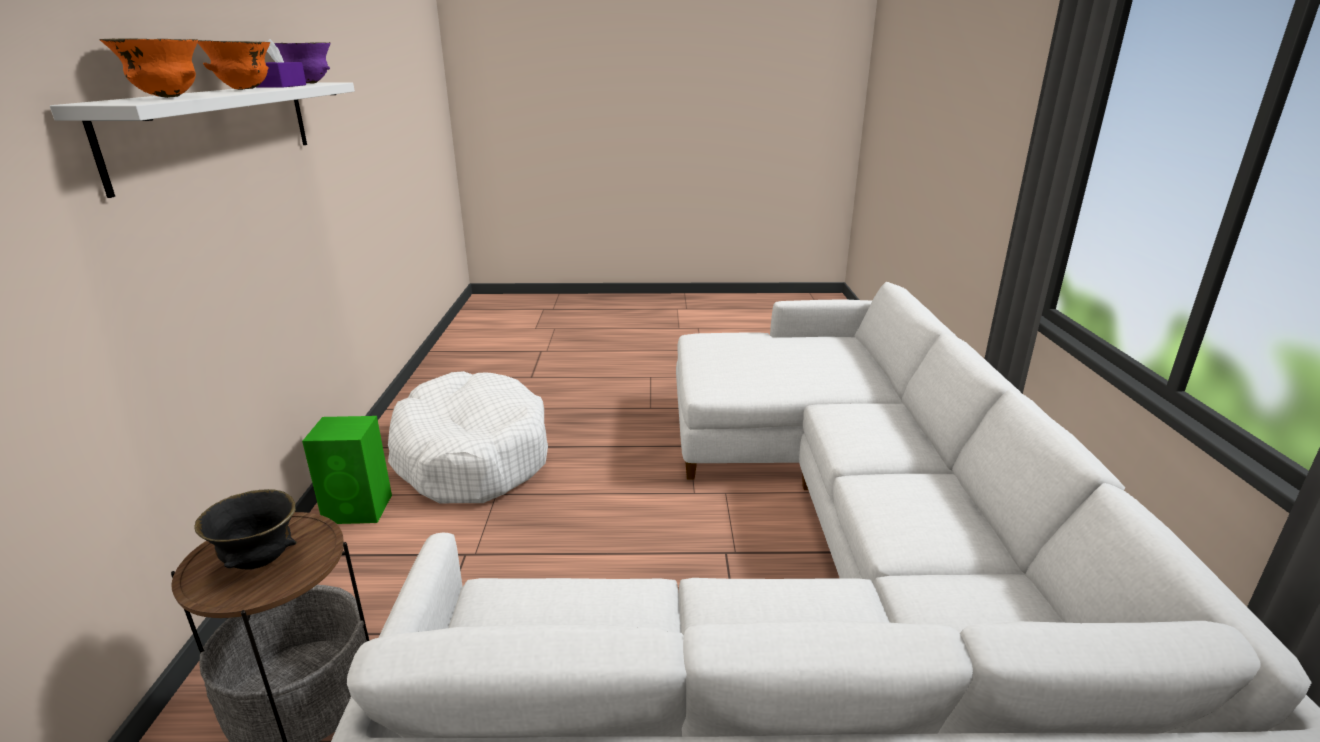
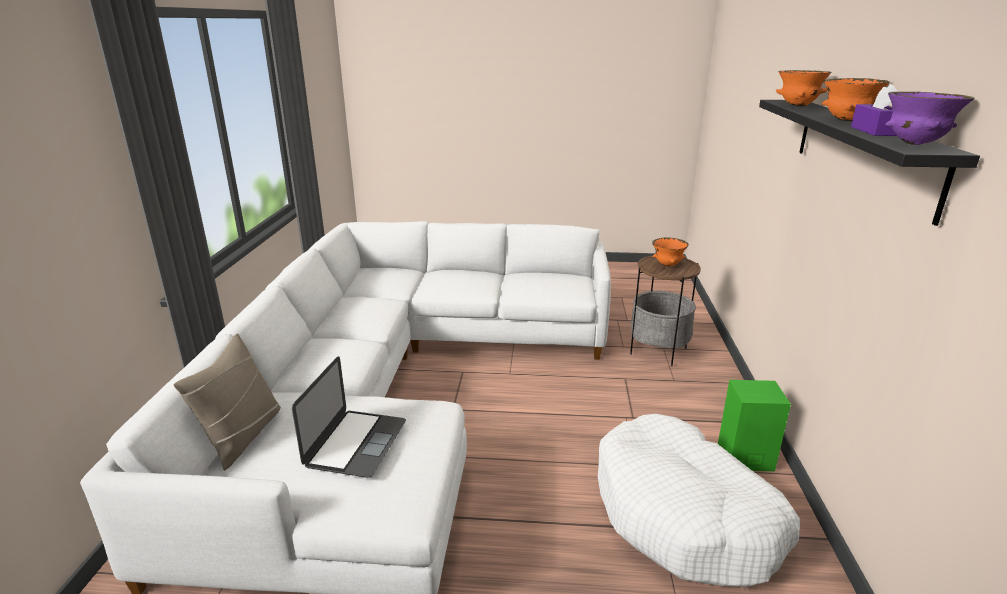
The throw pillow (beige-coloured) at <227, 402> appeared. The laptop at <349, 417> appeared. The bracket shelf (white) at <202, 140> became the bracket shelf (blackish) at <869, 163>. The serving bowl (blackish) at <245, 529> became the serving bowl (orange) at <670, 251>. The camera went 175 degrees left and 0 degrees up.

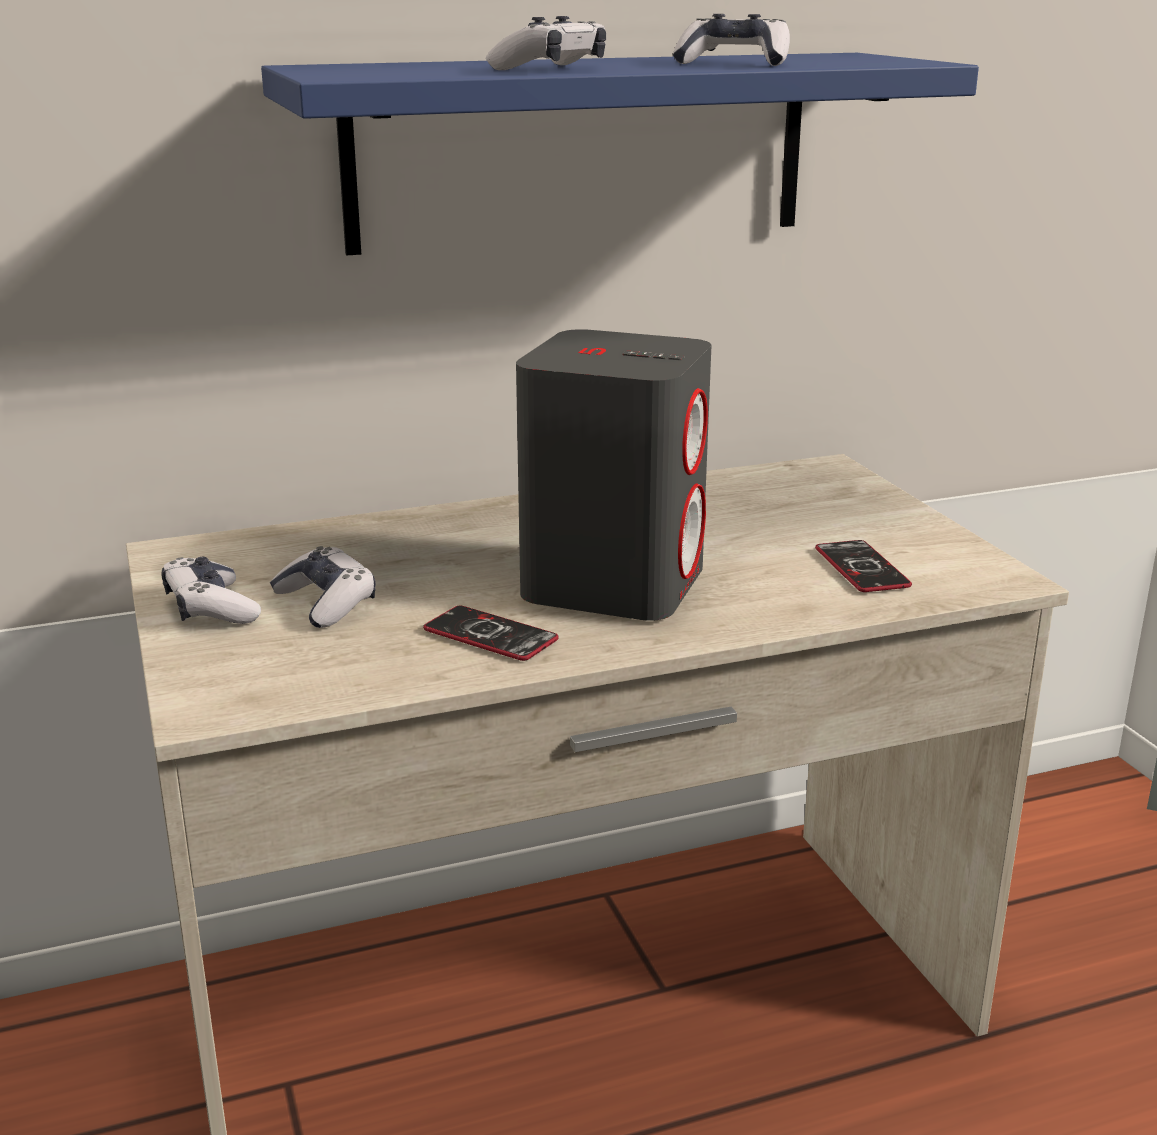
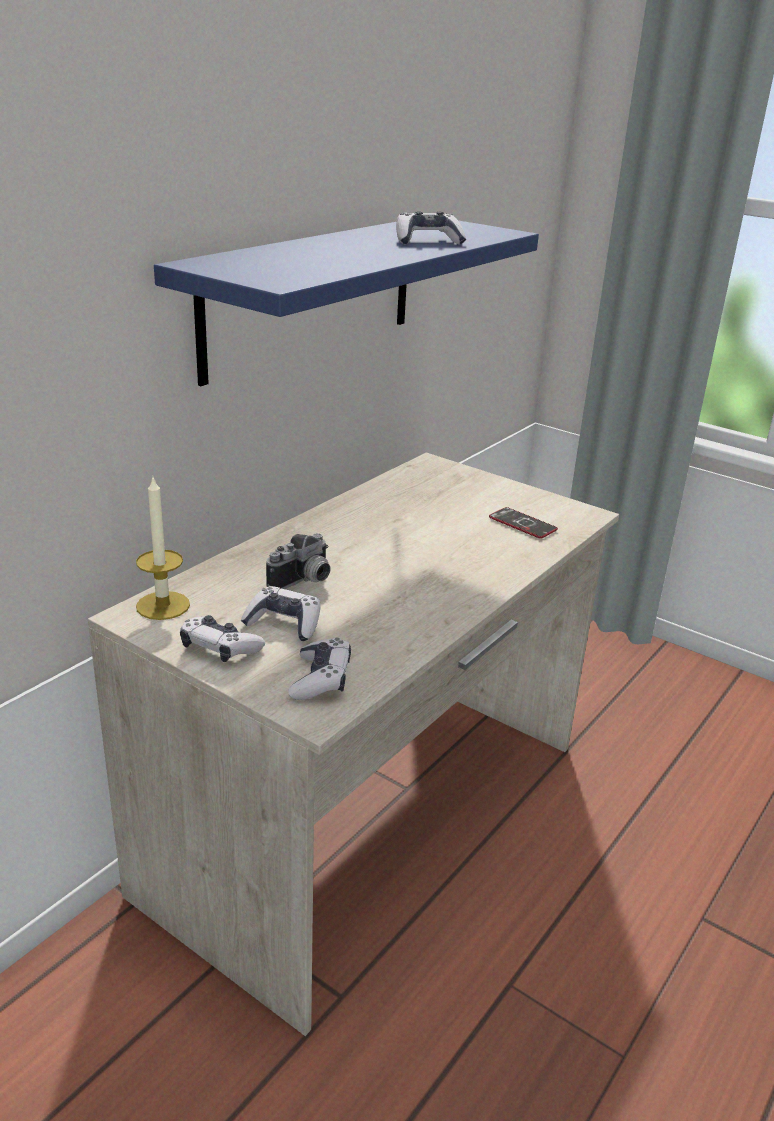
The handset at <491, 633> disappeared. The loudspeaker (grey) at <613, 475> disappeared. The wax light at <163, 547> appeared. The photo camera at <298, 561> appeared. The game controller moved from <546, 43> to <319, 669>. The camera went 35 degrees left and 5 degrees up.

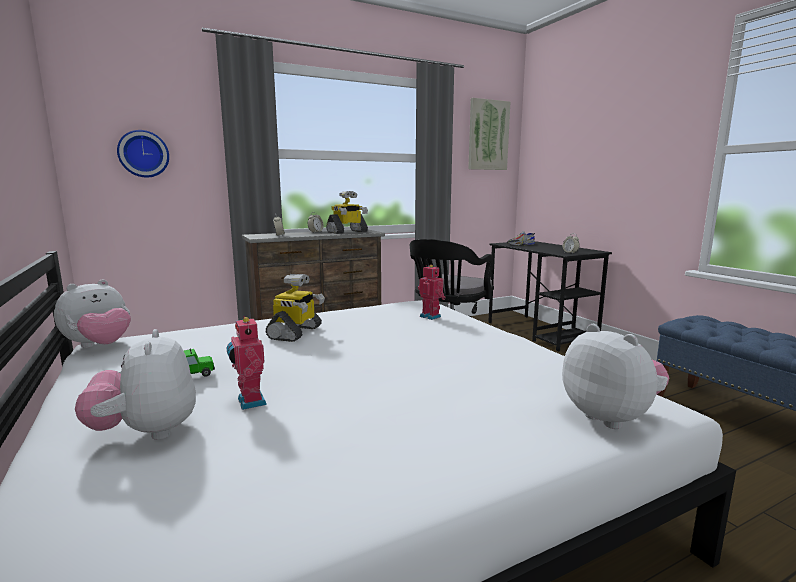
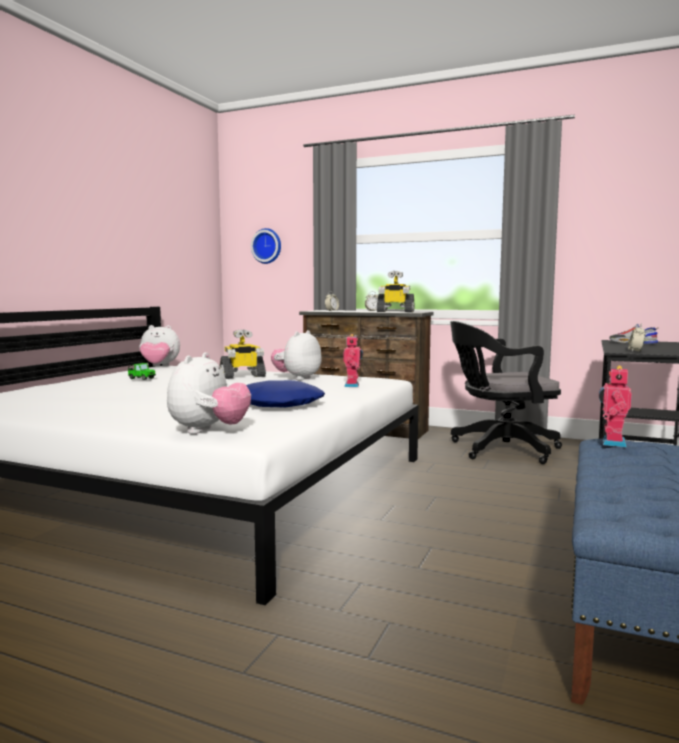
The wall picture at <489, 134> disappeared. The throw pillow (blue) at <285, 393> appeared. The plush toy moved from <135, 384> to <296, 355>. The model robot moved from <247, 363> to <615, 406>. The camera went 50 degrees right and 5 degrees down.

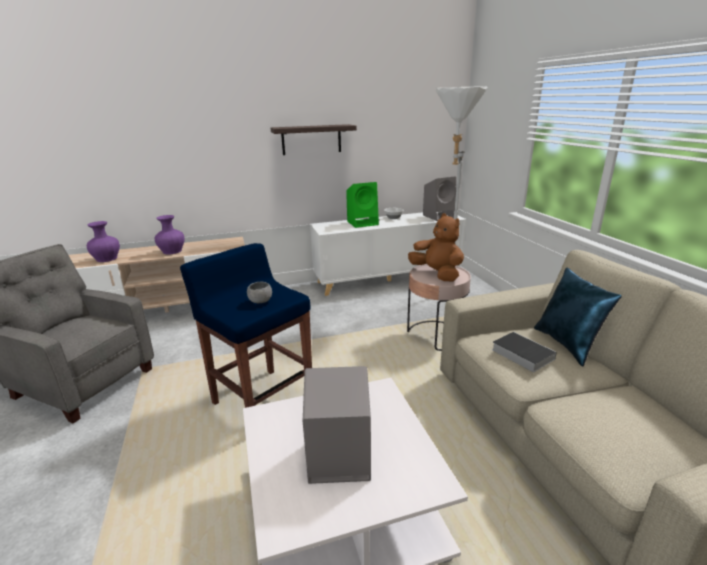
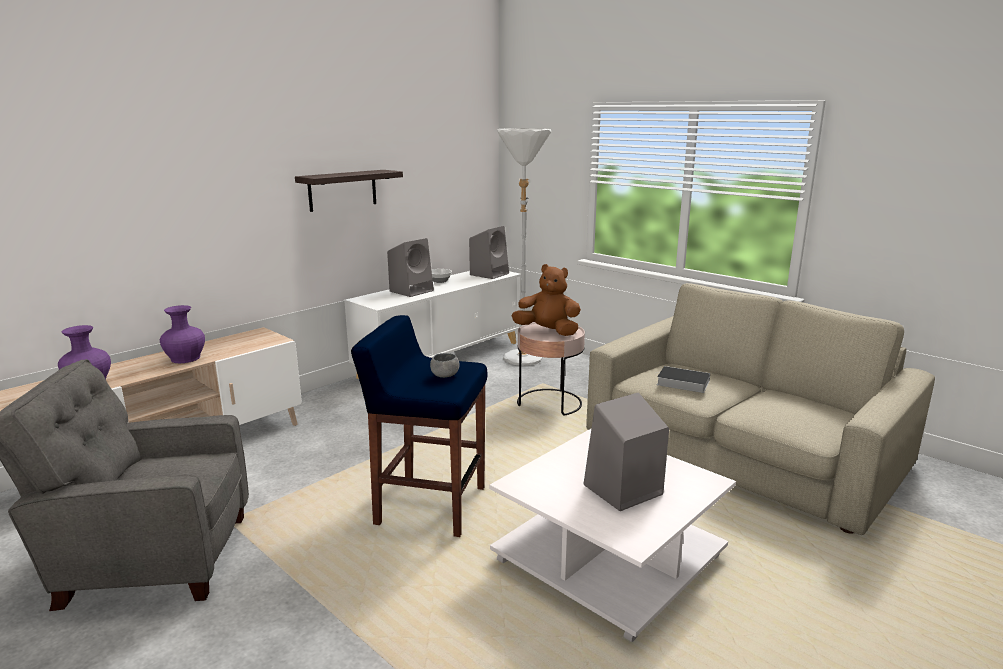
The throw pillow (blue) at <578, 317> disappeared. The loudspeaker (green) at <362, 205> became the loudspeaker (grey) at <410, 267>. The camera went 30 degrees left and 5 degrees down.

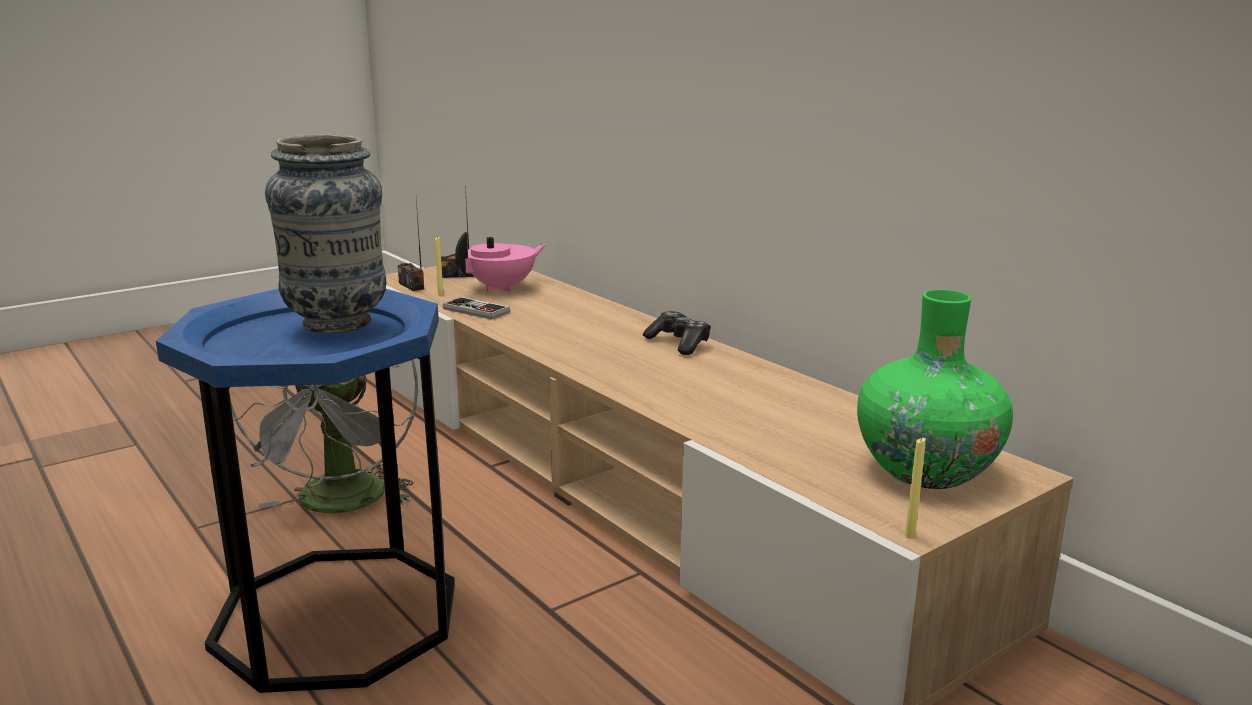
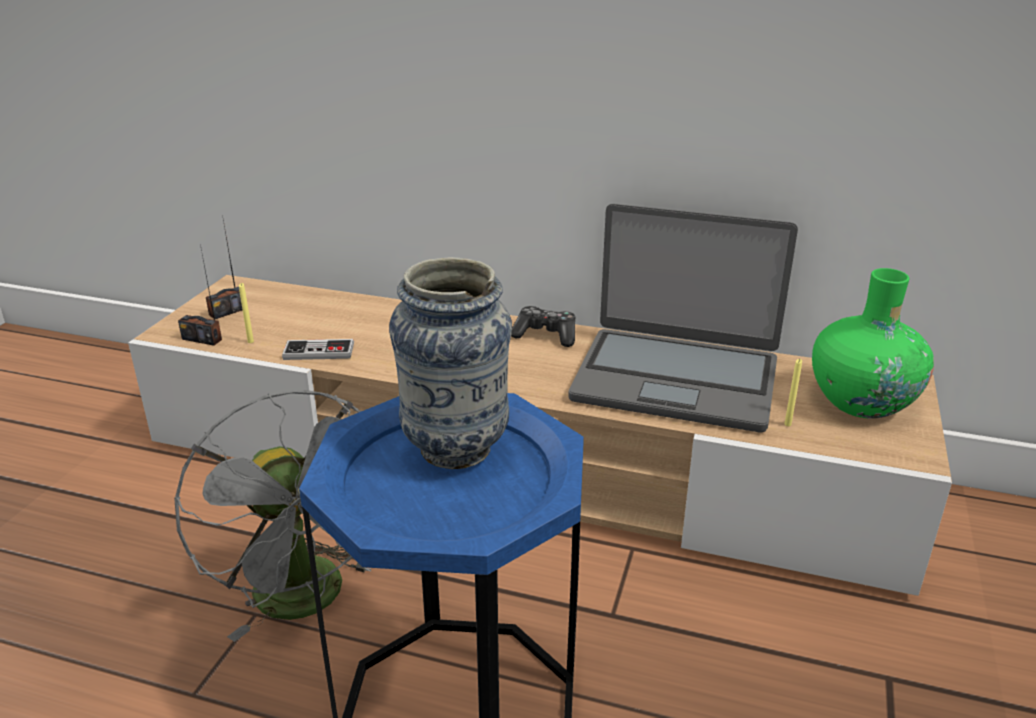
The tea pot (pinkish) at <500, 262> disappeared. The laptop at <683, 318> appeared. The wax light (yellowish) moved from <915, 488> to <793, 392>. The camera went 35 degrees left and 10 degrees up.

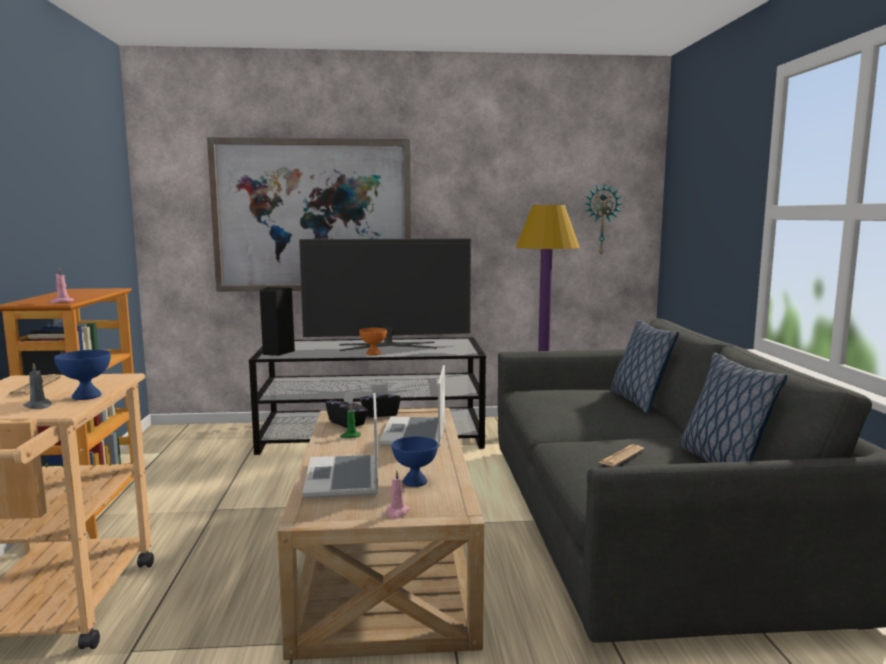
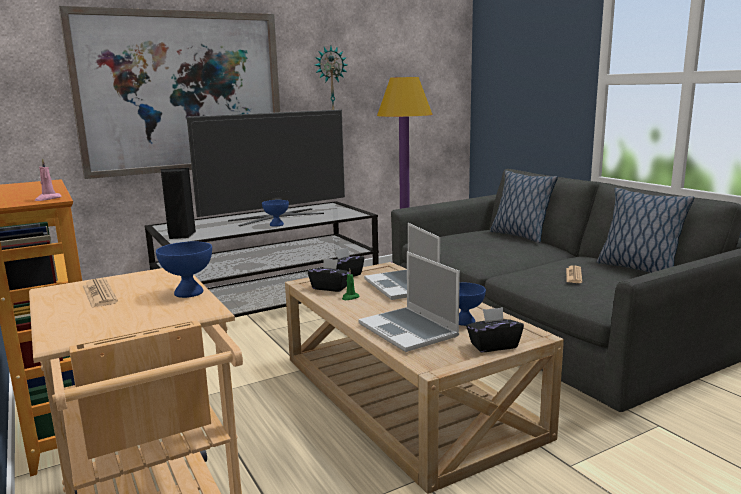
The wax light (grey) at <37, 385> disappeared. The clock on the wall moved from <603, 219> to <331, 78>. The wax light (pinkish) at <398, 495> was replaced by the box of tissues (blackish) at <495, 329>. The serving bowl (orange) at <373, 341> became the serving bowl (blue) at <275, 213>. The camera went 25 degrees left and 5 degrees up.

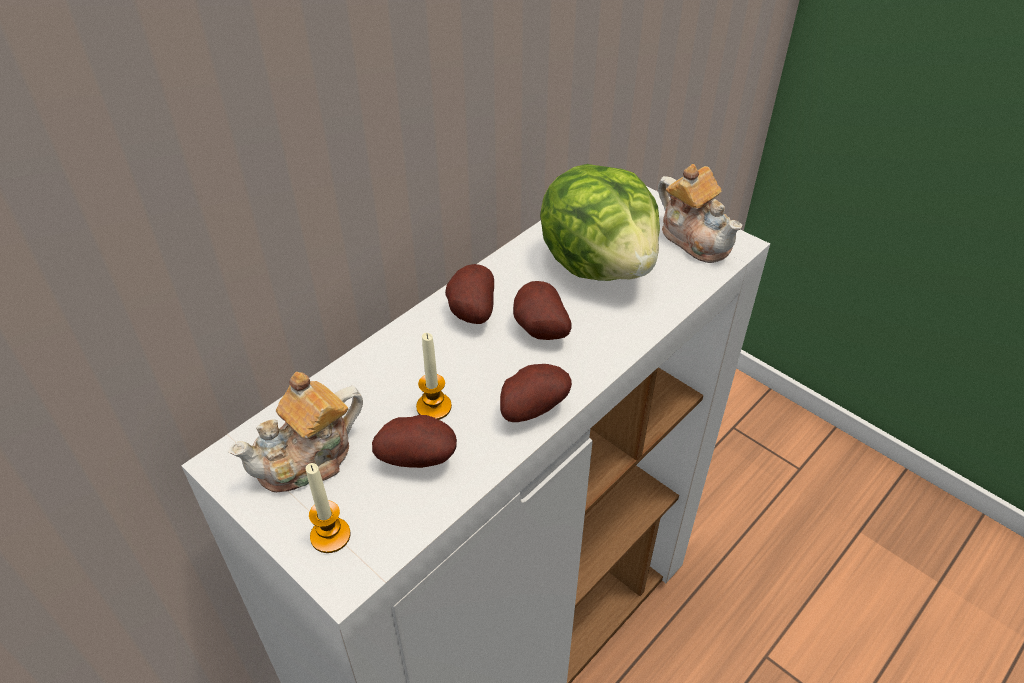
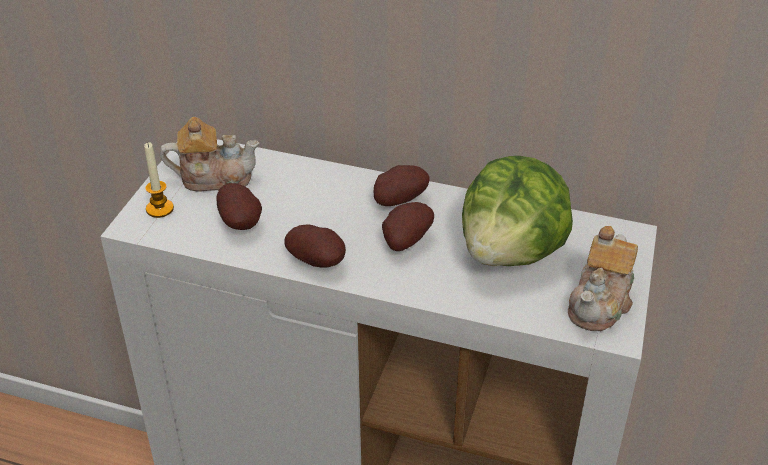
The wax light at <434, 376> disappeared. The tea pot at <295, 432> turned 150 degrees clockwise. The camera went 65 degrees right and 5 degrees down.

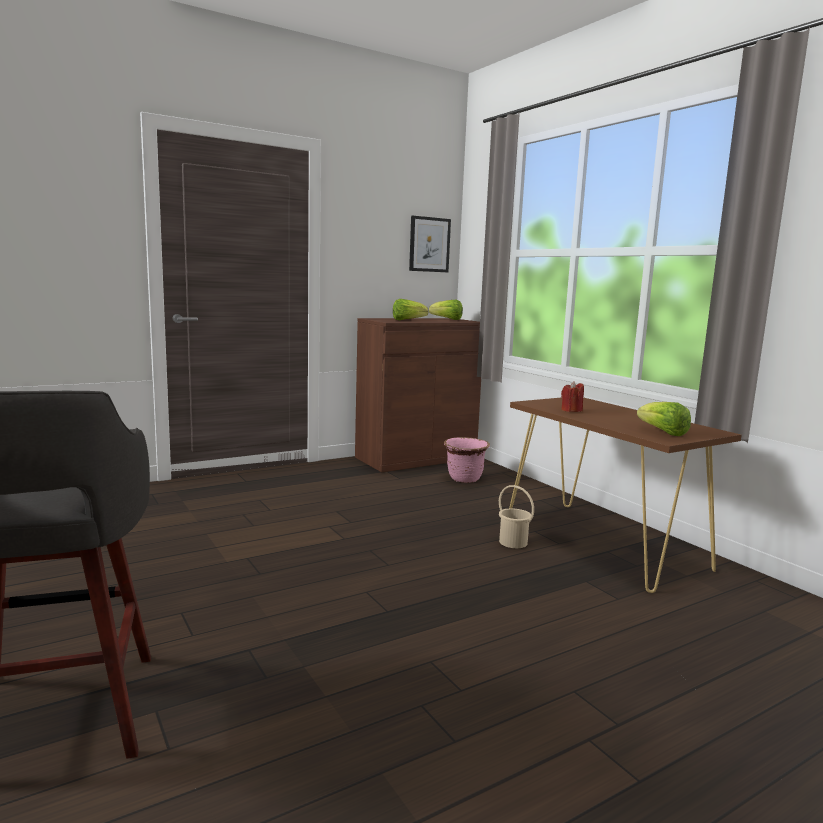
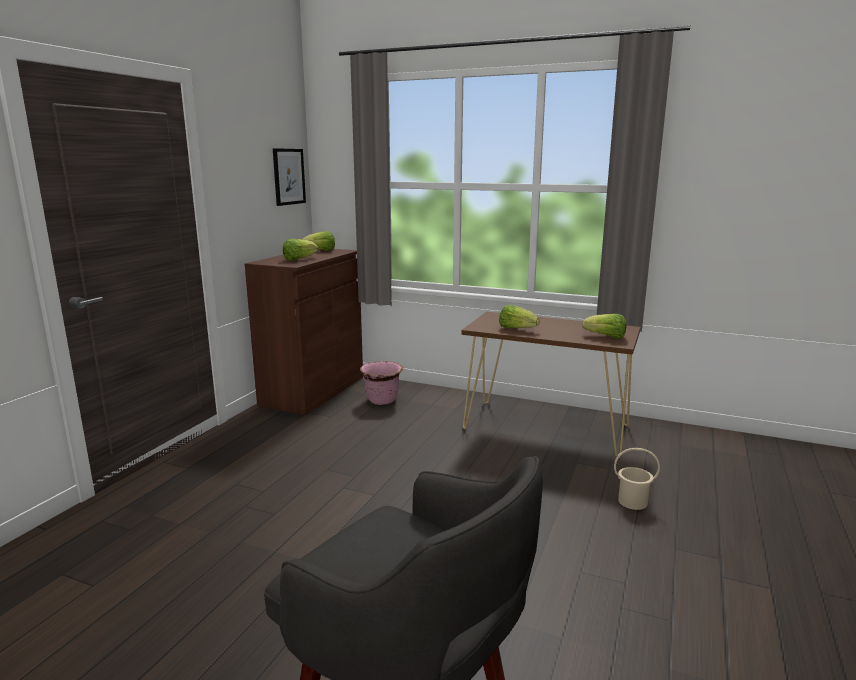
The pail (beige-coloured) moved from <516, 516> to <637, 479>. The wax light (red-coloured) at <572, 396> was replaced by the head of lettuce at <519, 316>. The camera went 35 degrees left and 5 degrees up.

